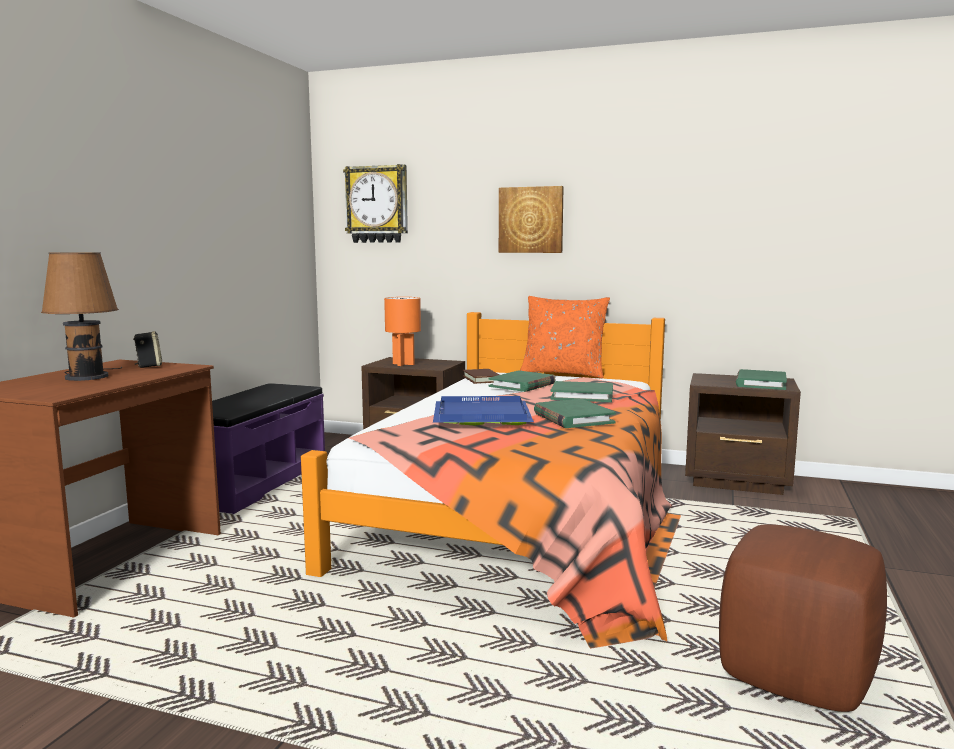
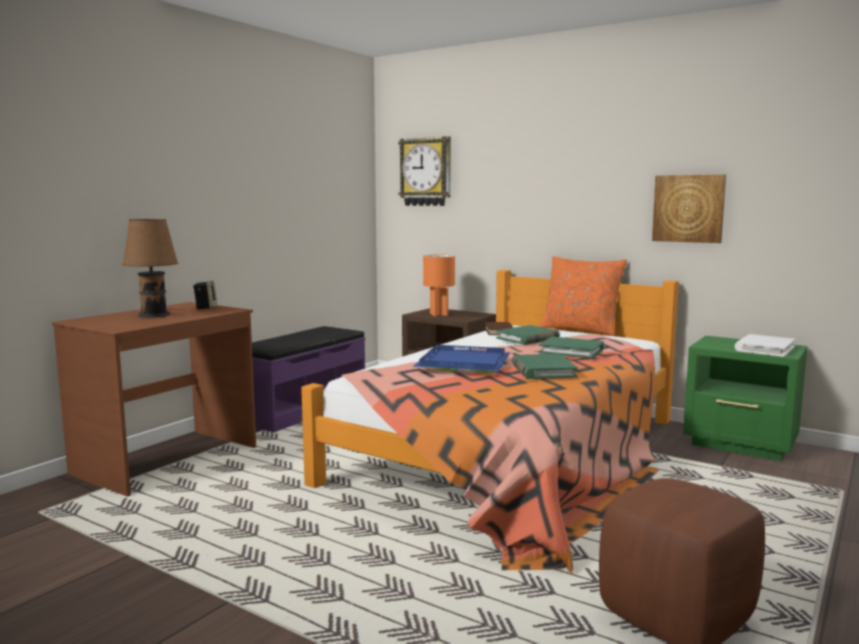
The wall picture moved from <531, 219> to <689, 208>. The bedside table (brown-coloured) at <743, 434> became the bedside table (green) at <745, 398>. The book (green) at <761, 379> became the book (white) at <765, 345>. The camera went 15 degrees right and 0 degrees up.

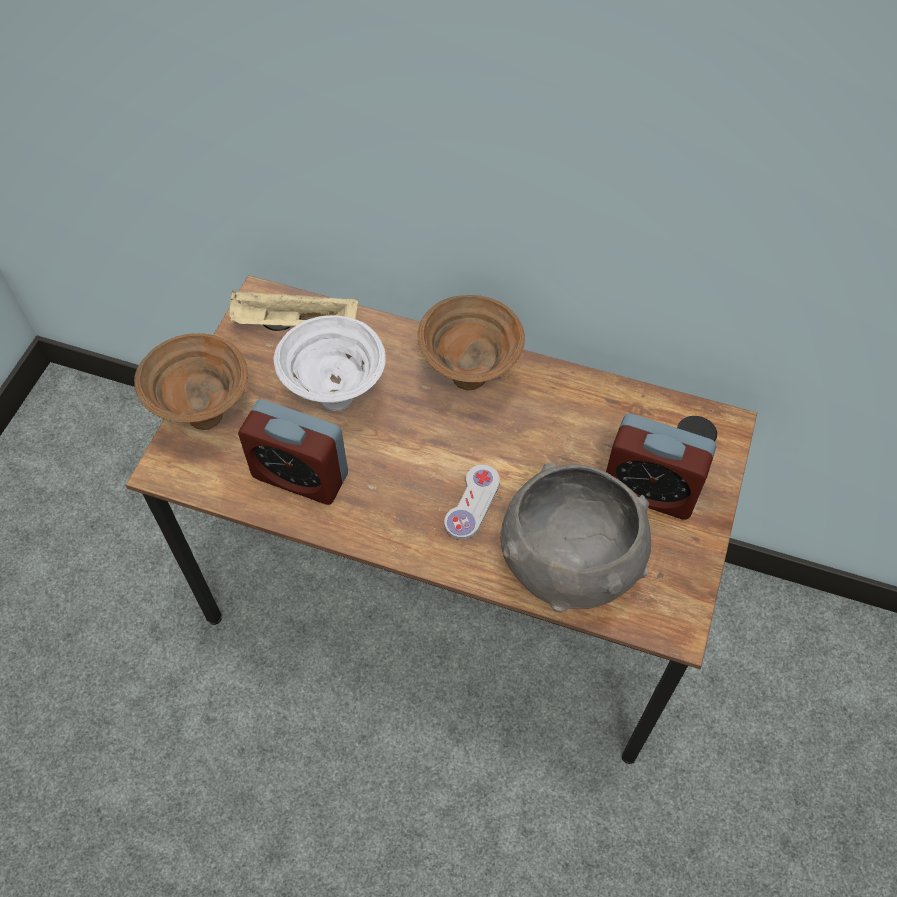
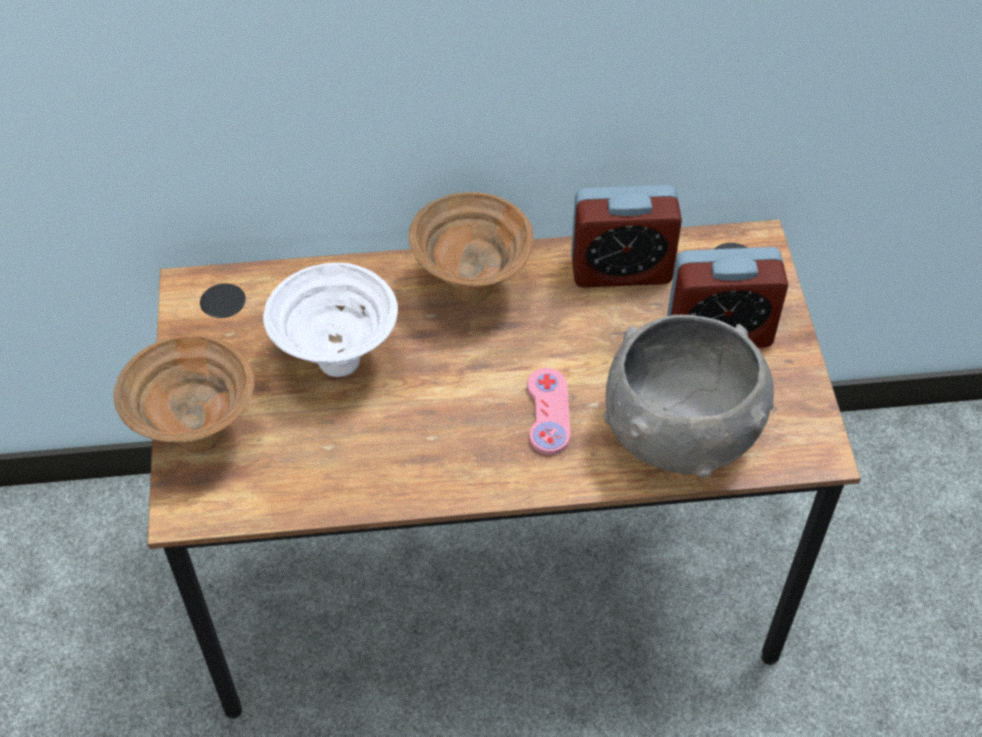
The carrying tray (beige-coloured) at <294, 309> disappeared. The alarm clock moved from <293, 452> to <626, 236>. The game controller (white) at <472, 502> became the game controller (pinkish) at <549, 411>. The camera went 25 degrees left and 5 degrees down.

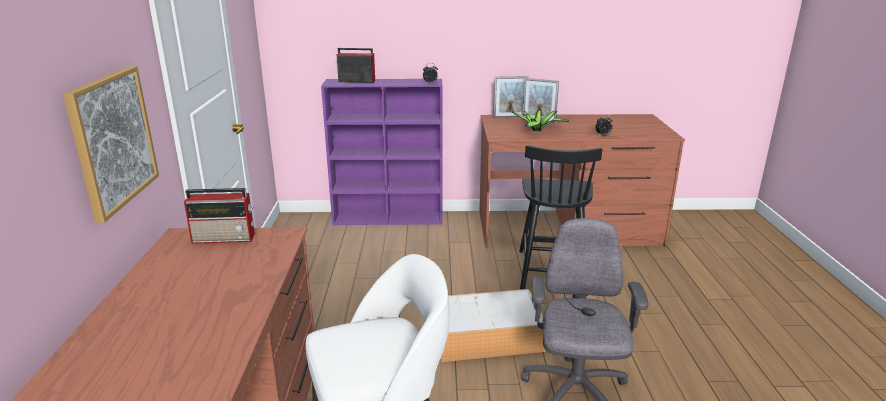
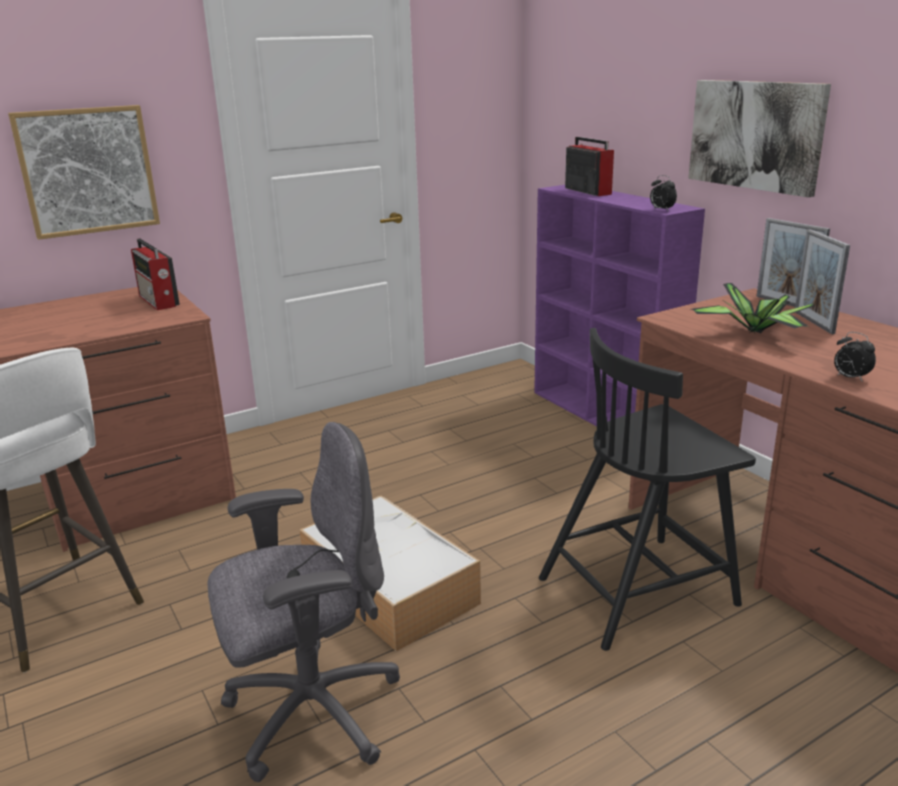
The wall picture at <759, 139> appeared. The camera went 60 degrees right and 0 degrees up.

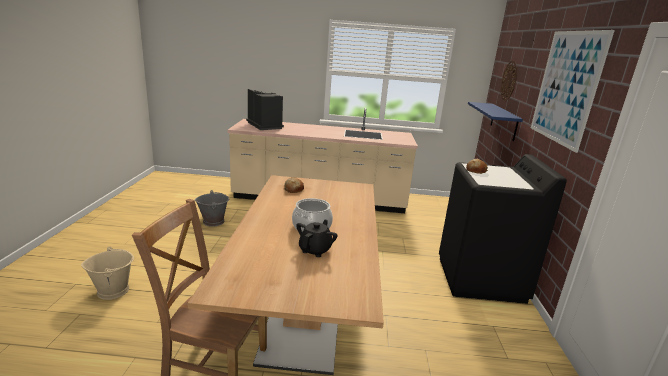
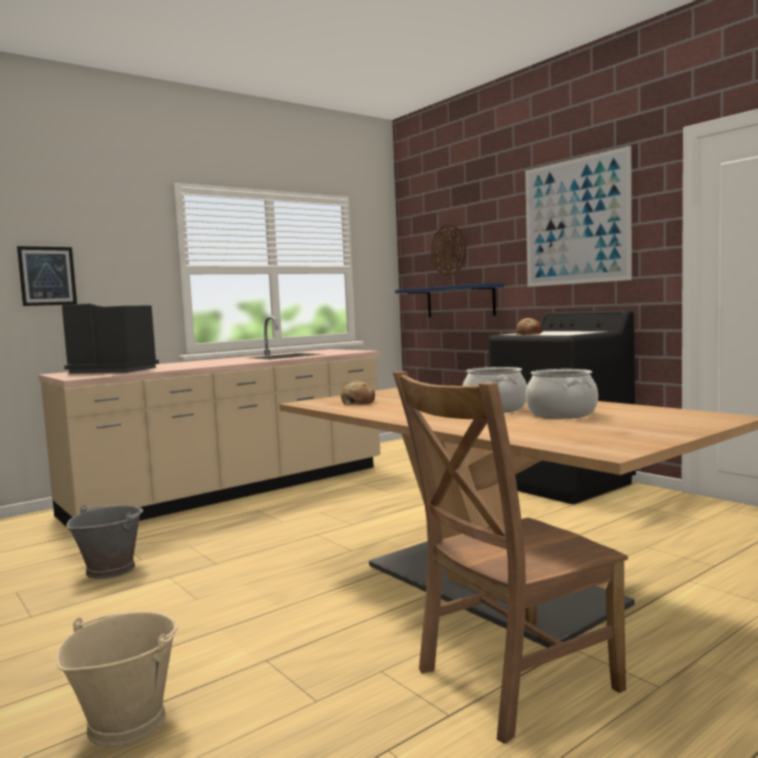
The wall picture at <47, 276> appeared. The tea pot (blackish) at <316, 238> was replaced by the saucepot at <562, 394>. The camera went 40 degrees left and 15 degrees down.

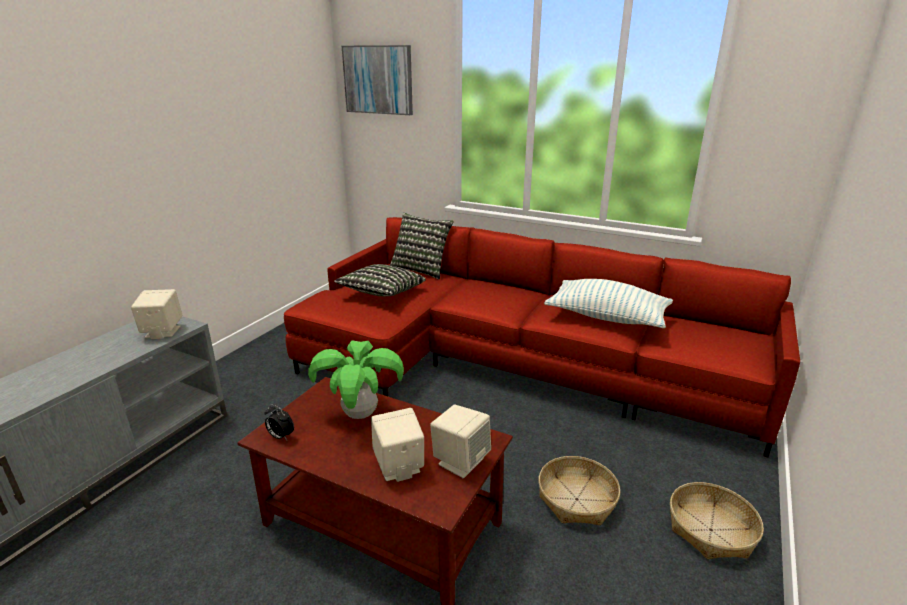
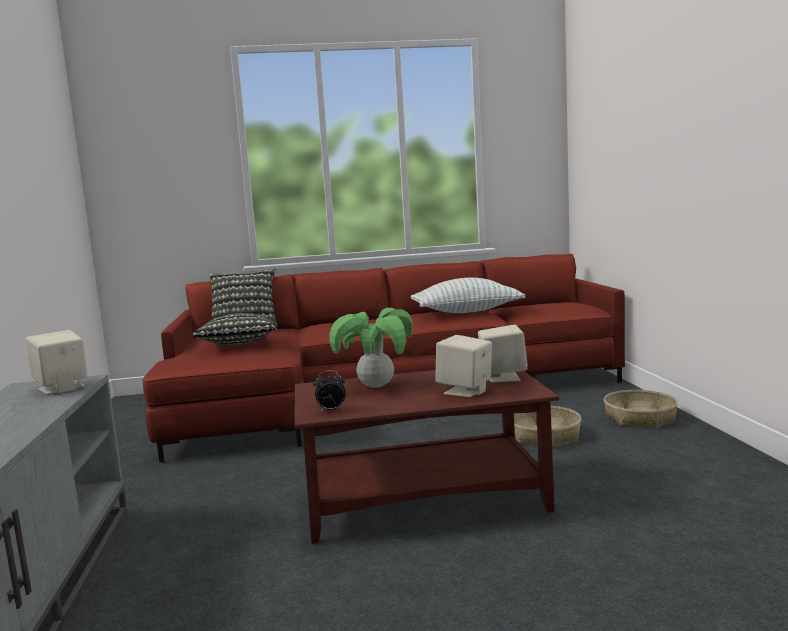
The wall picture at <377, 80> disappeared. The camera went 35 degrees left and 15 degrees down.

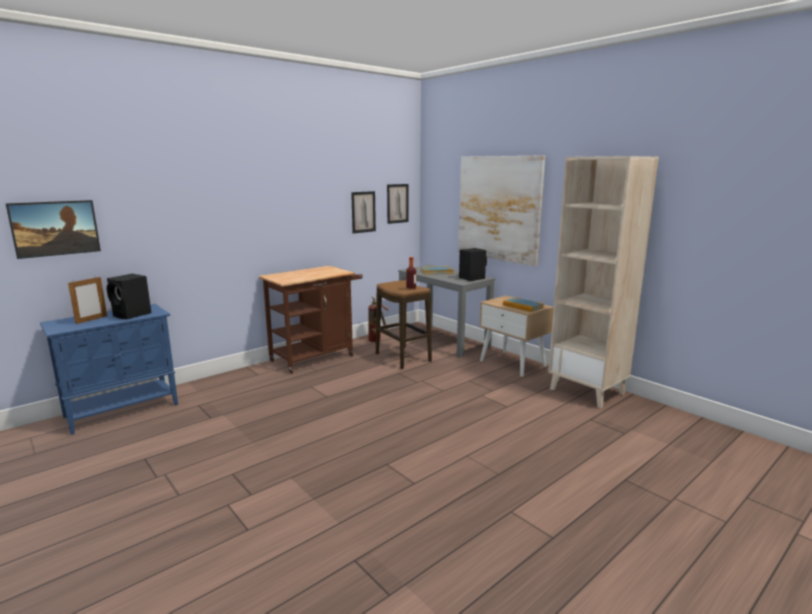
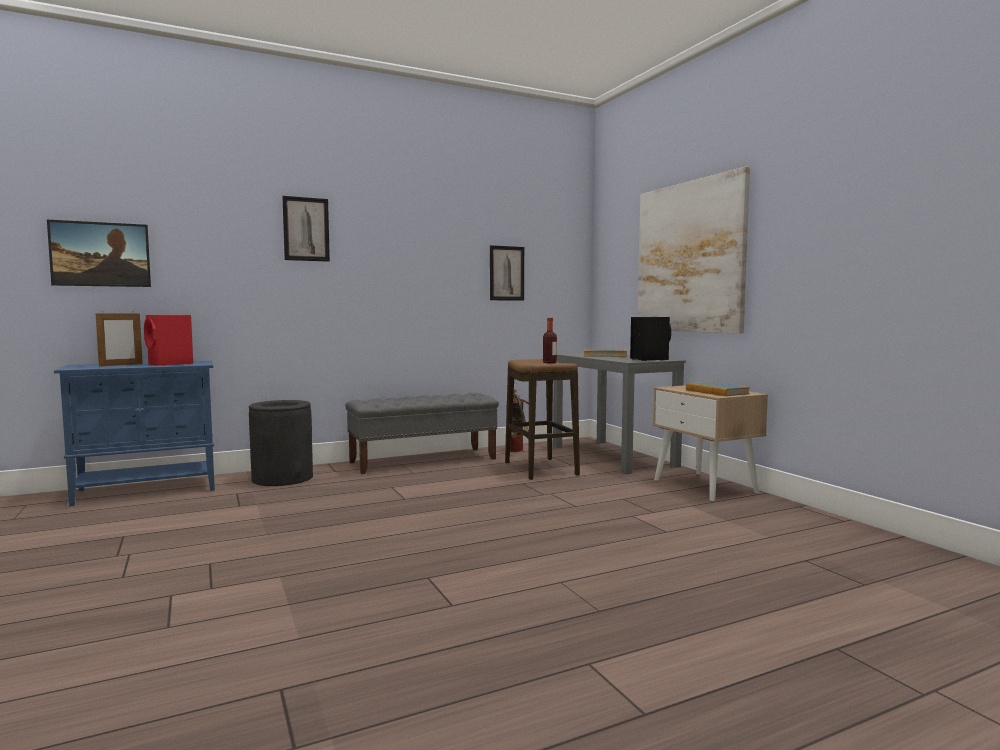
The bookshelf (beige-coloured) at <603, 282> disappeared. The rubbish bin (blackish) at <281, 443> appeared. The wall picture moved from <397, 204> to <306, 229>. The cart (brown-coloured) at <311, 320> was replaced by the bench (grey) at <422, 433>. The loudspeaker (blackish) at <129, 296> became the loudspeaker (red-coloured) at <168, 340>. The camera went 15 degrees right and 10 degrees down.

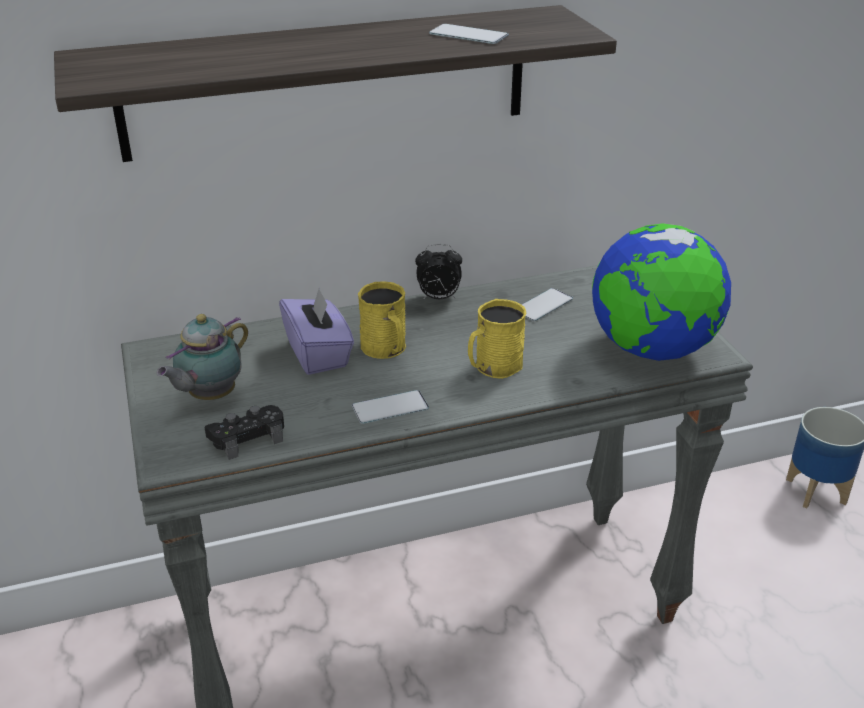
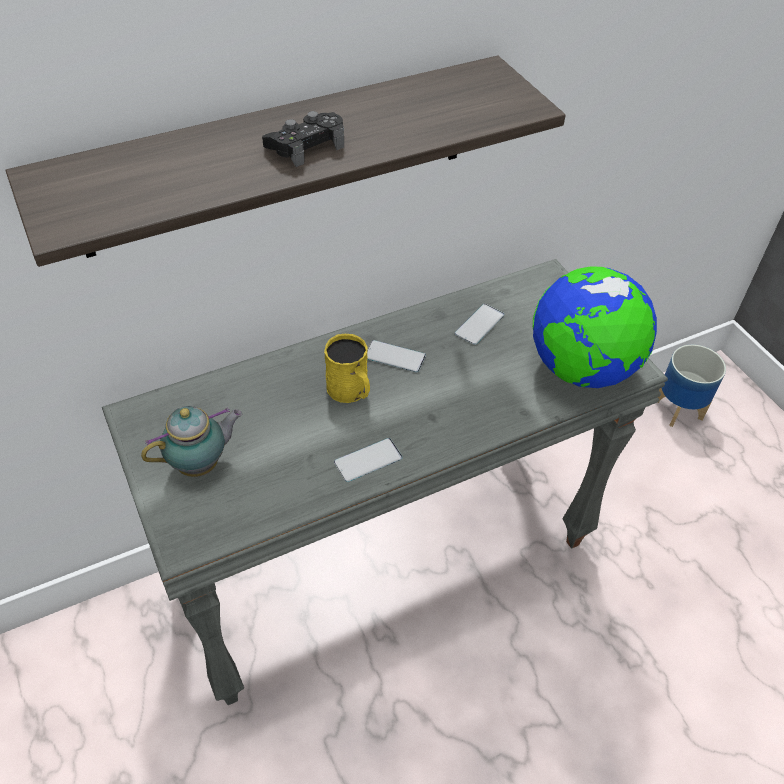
The box of tissues (purple-coloured) at <316, 330> disappeared. The alarm clock at <438, 271> disappeared. The tea mug (yellowish) at <497, 339> disappeared. The game controller (blackish) moved from <244, 432> to <303, 139>. The handset moved from <469, 34> to <396, 356>. The tea pot at <202, 357> turned 150 degrees counterclockwise. The camera went 10 degrees left and 15 degrees up.

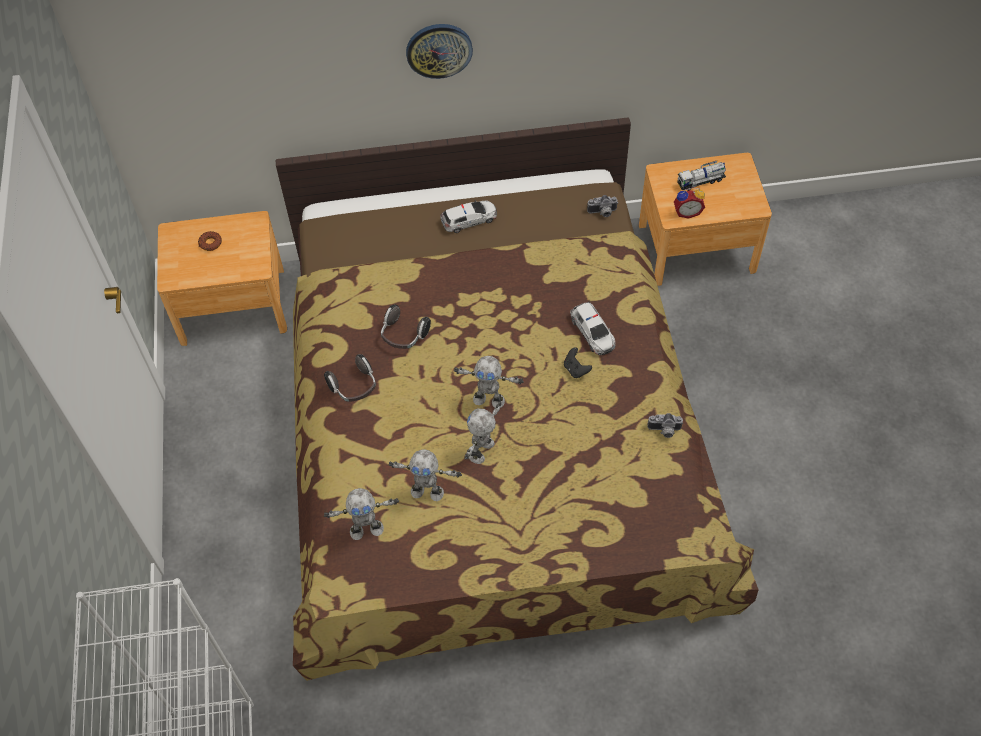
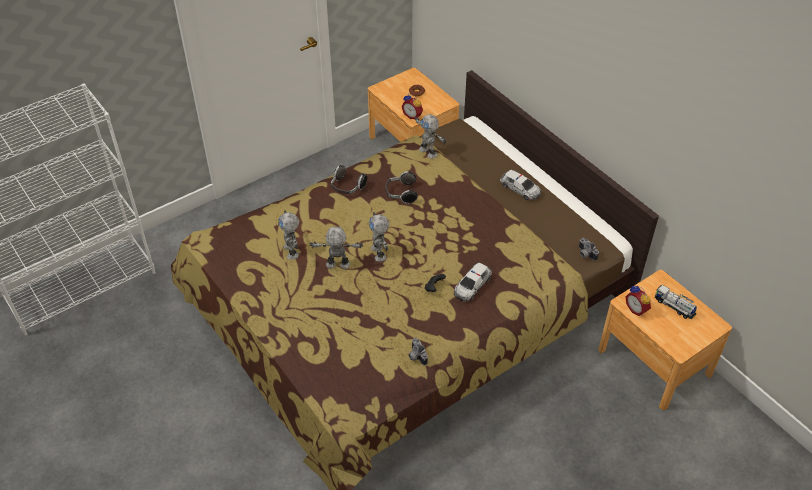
The clock on the wall at <439, 51> disappeared. The alarm clock at <412, 106> appeared. The model robot moved from <361, 514> to <430, 137>. The camera went 60 degrees right and 10 degrees down.

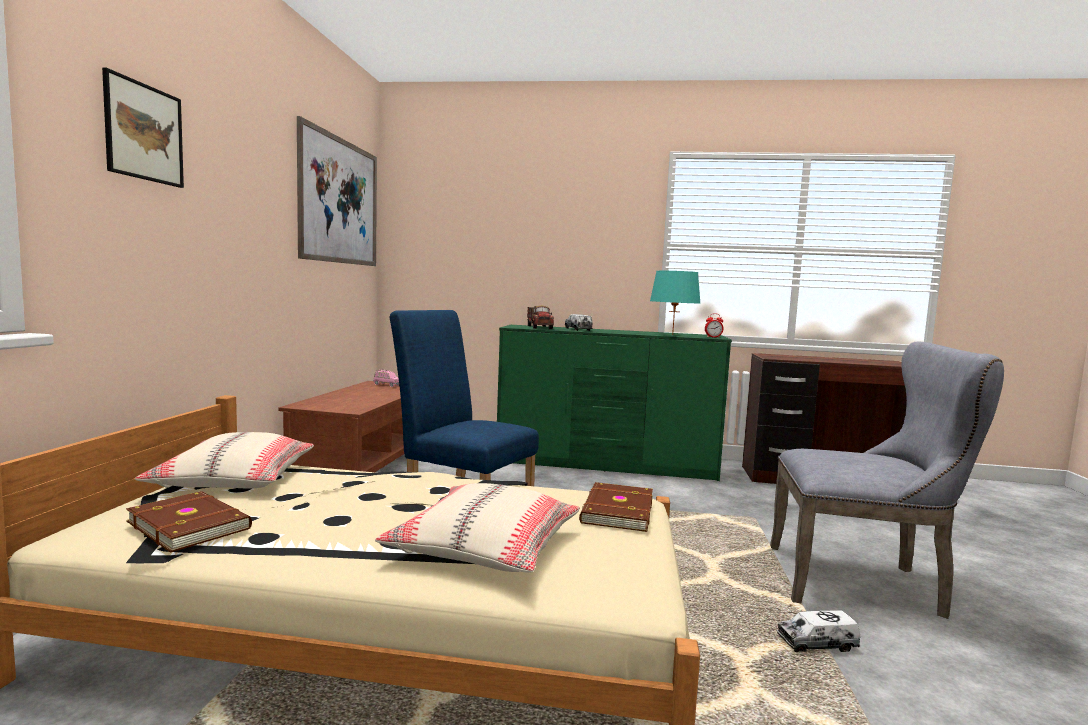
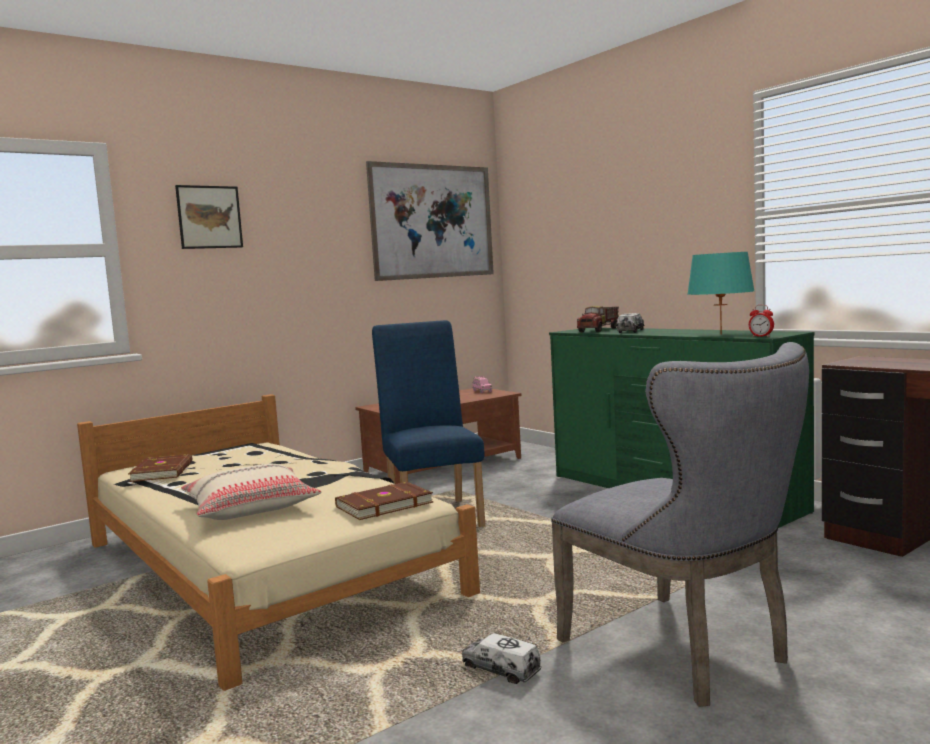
The throw pillow (beige-coloured) at <224, 460> disappeared. The camera went 45 degrees right and 0 degrees up.

